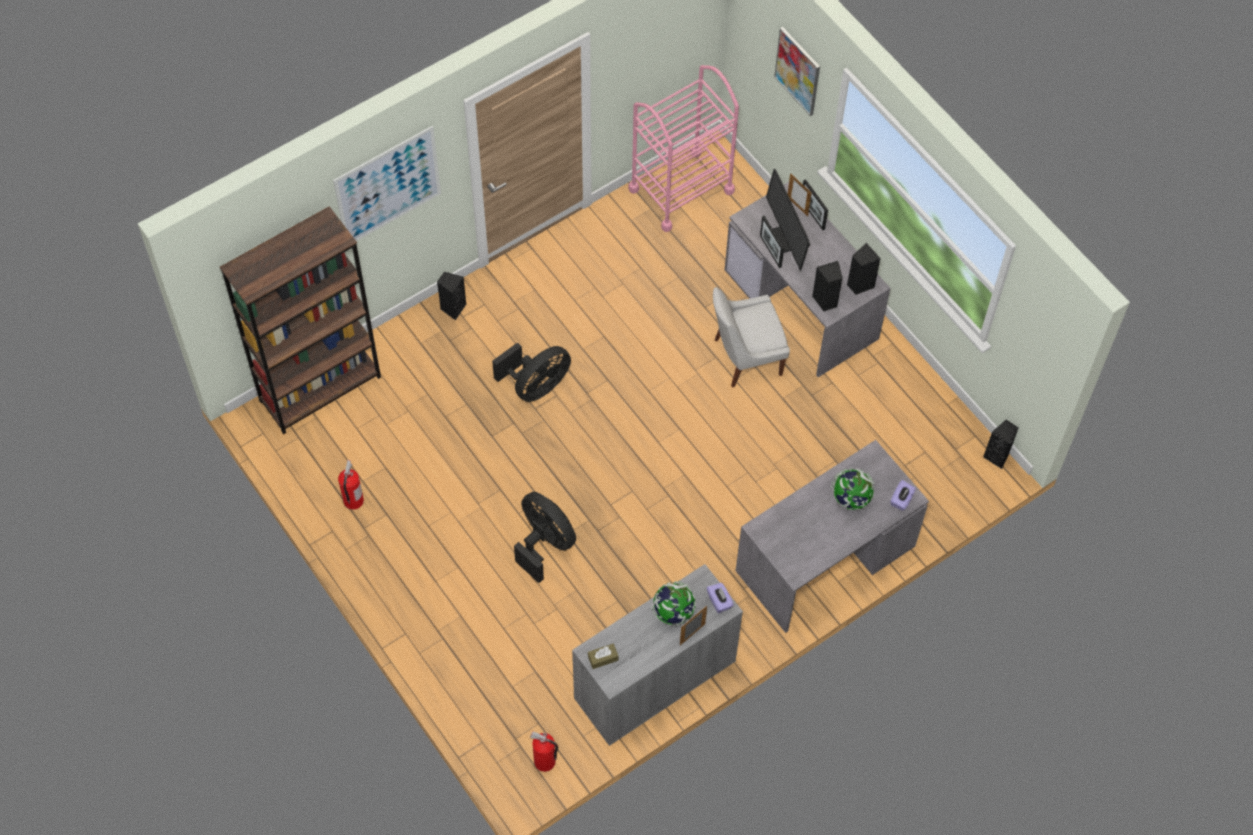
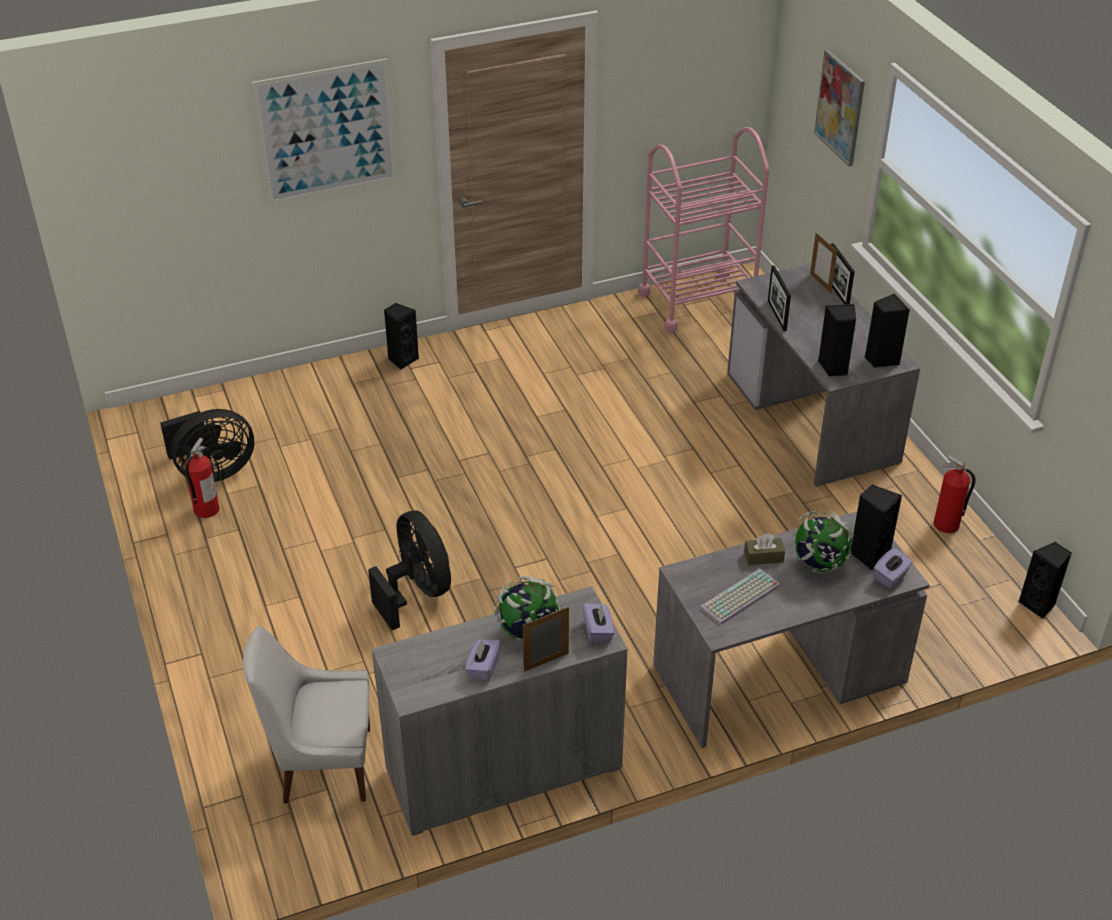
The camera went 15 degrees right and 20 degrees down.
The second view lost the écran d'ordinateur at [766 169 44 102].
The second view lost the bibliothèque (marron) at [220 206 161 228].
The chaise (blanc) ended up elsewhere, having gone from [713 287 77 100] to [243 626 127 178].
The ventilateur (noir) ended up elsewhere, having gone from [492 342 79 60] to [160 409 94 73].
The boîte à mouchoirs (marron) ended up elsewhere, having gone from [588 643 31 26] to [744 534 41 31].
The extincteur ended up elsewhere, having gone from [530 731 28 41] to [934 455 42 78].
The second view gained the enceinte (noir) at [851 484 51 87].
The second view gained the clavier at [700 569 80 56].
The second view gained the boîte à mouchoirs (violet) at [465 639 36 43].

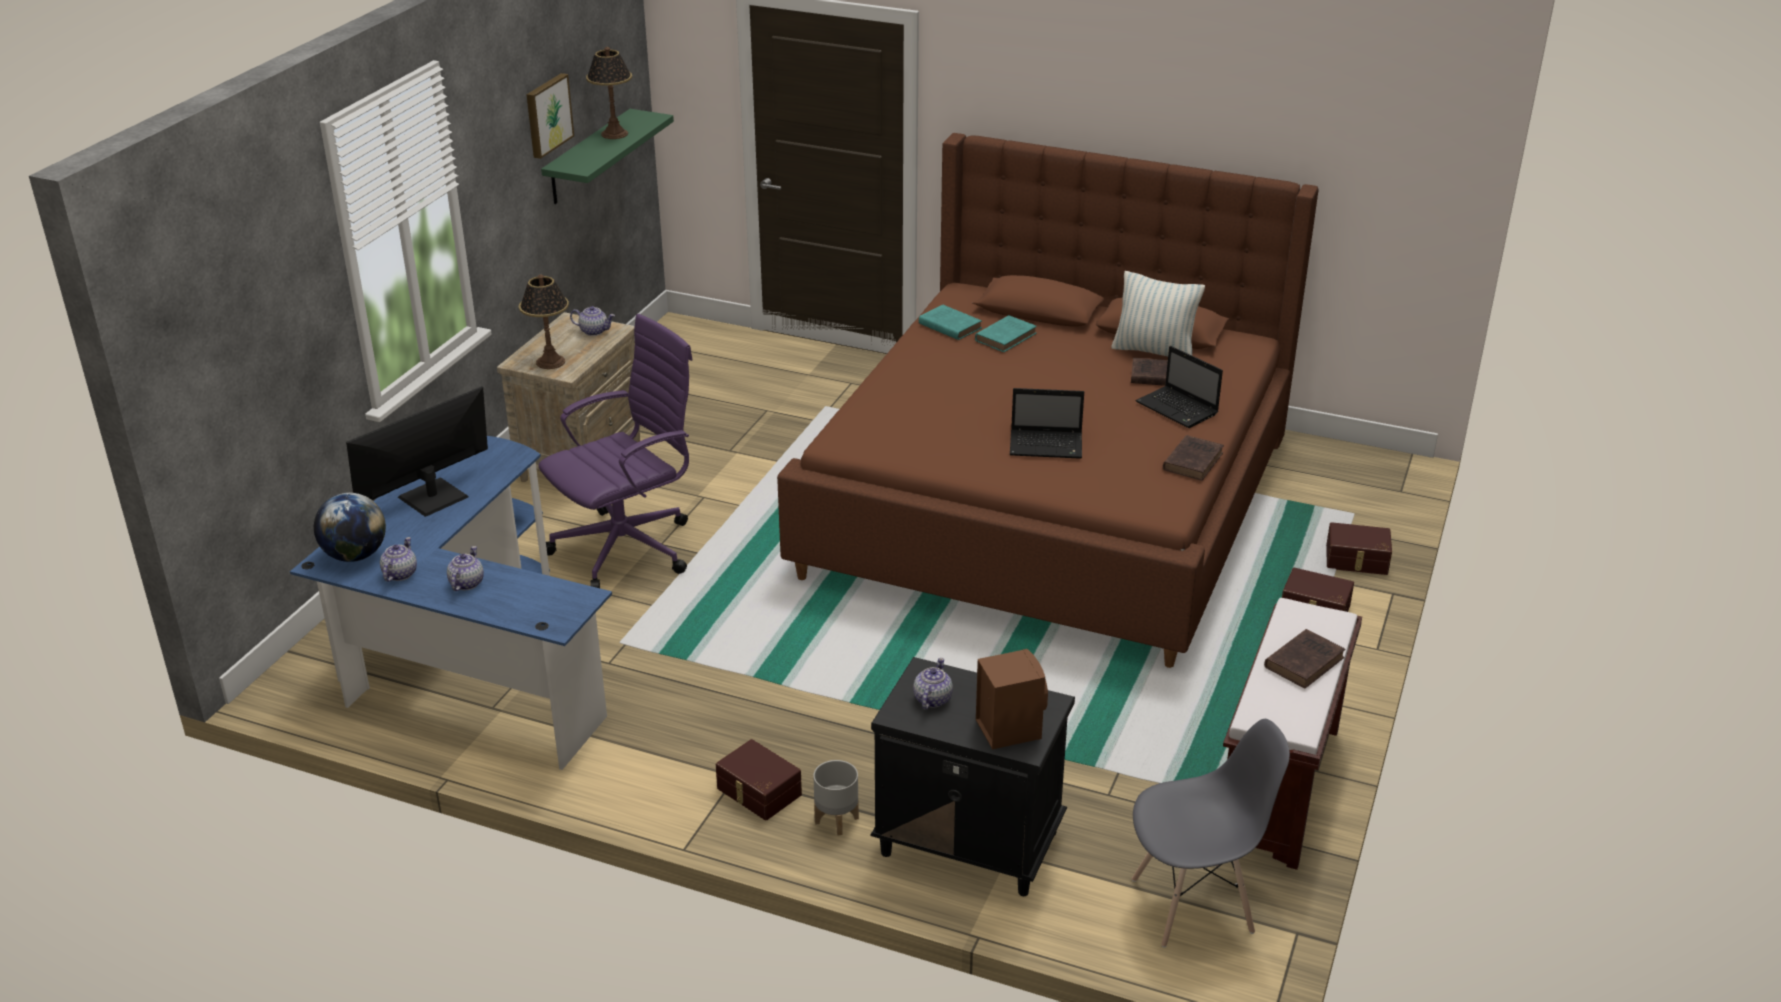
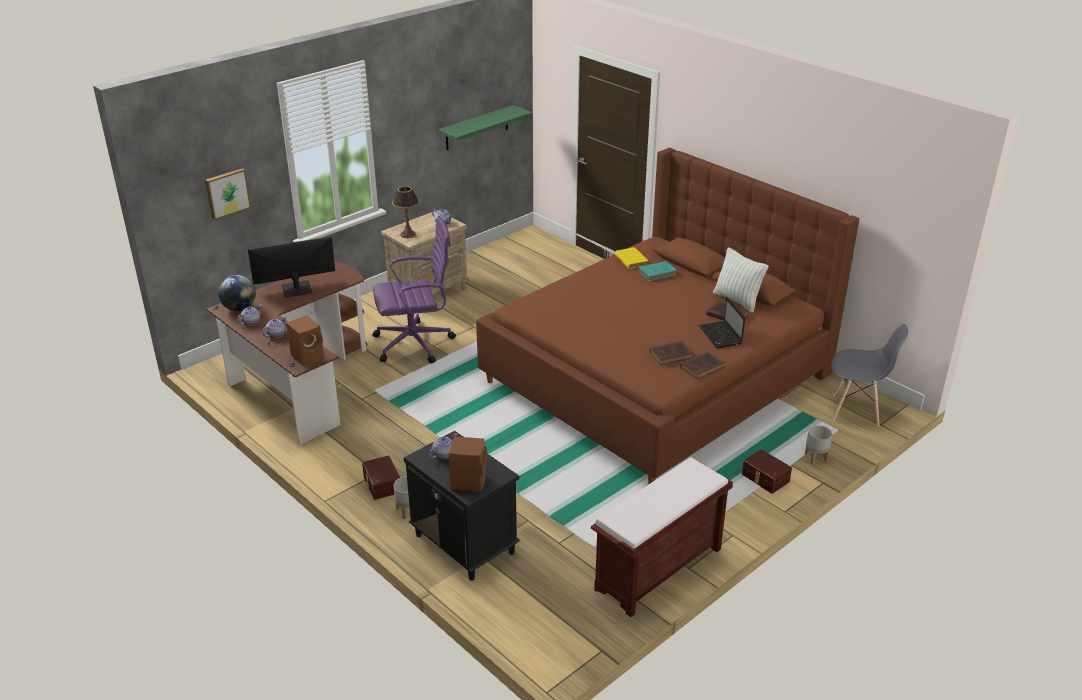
The camera went 25 degrees right and 0 degrees up.
The second view lost the lampe de table at [586 47 46 92].
The tableau ended up elsewhere, having gone from [526 73 48 86] to [205 168 46 52].
What was the livre (turquoise) at [919 305 63 35] turned into the livre (jaune) at [615 247 33 22].
The second view lost the ordinateur portable at [1010 388 74 71].
What was the bureau (bleu) at [290 436 322 334] turned into the bureau (marron) at [207 261 160 184].
Where the boîte de rangement (marron) stood at [1326 522 66 53], the cache-pot (gris) came to stand at [805 425 27 39].
The livre (marron) ended up elsewhere, having gone from [1264 629 82 59] to [649 341 44 24].
The chaise (gris) ended up elsewhere, having gone from [1132 719 158 229] to [831 324 77 103].
The second view gained the enceinte (marron) at [286 315 38 51].

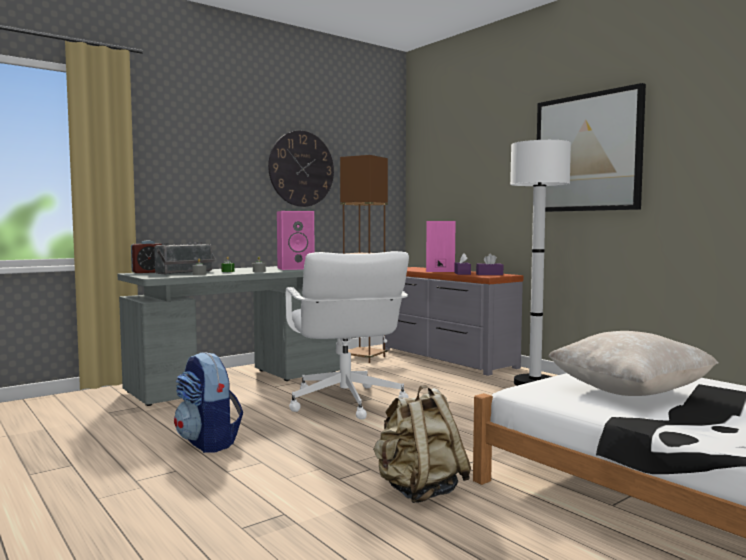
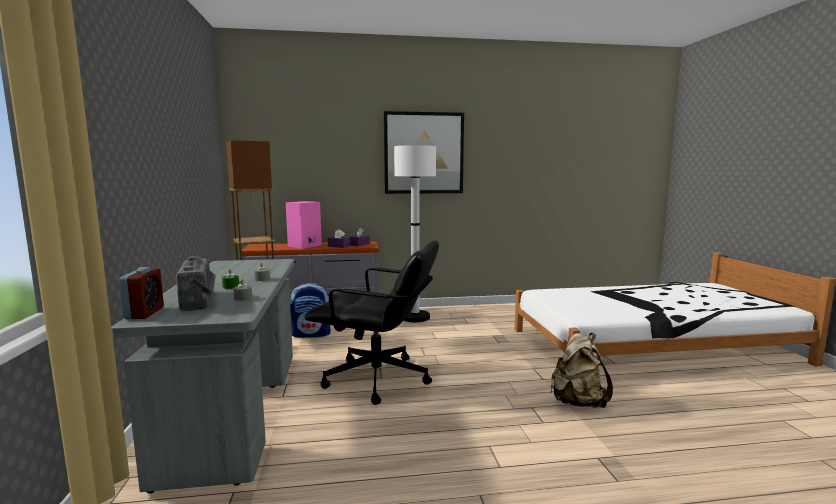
The camera went 60 degrees left and 5 degrees up.
The second view lost the horloge murale at [268 131 66 76].
The second view lost the enceinte (rose) at [277 211 38 59].
What was the chaise de bureau (blanc) at [286 251 123 168] turned into the chaise de bureau (noir) at [304 240 135 165].
The second view lost the coussin (beige) at [548 331 171 65].
The sac à dos ended up elsewhere, having gone from [174 352 69 101] to [290 283 41 55].

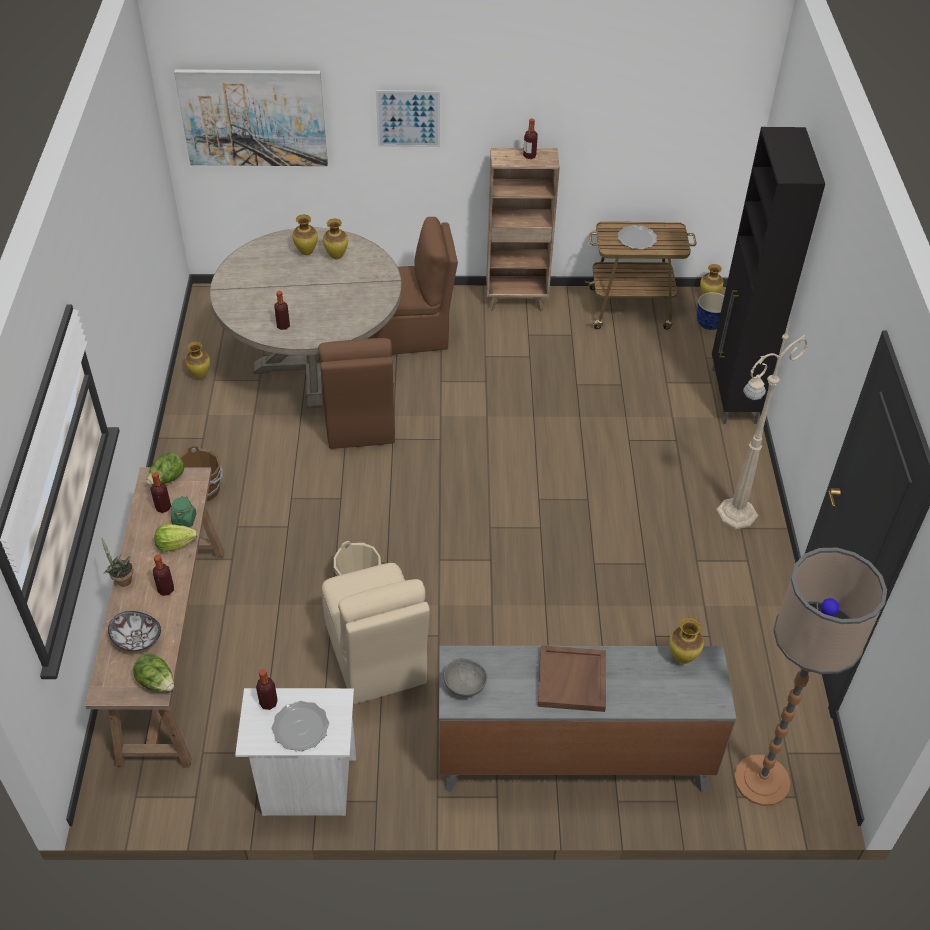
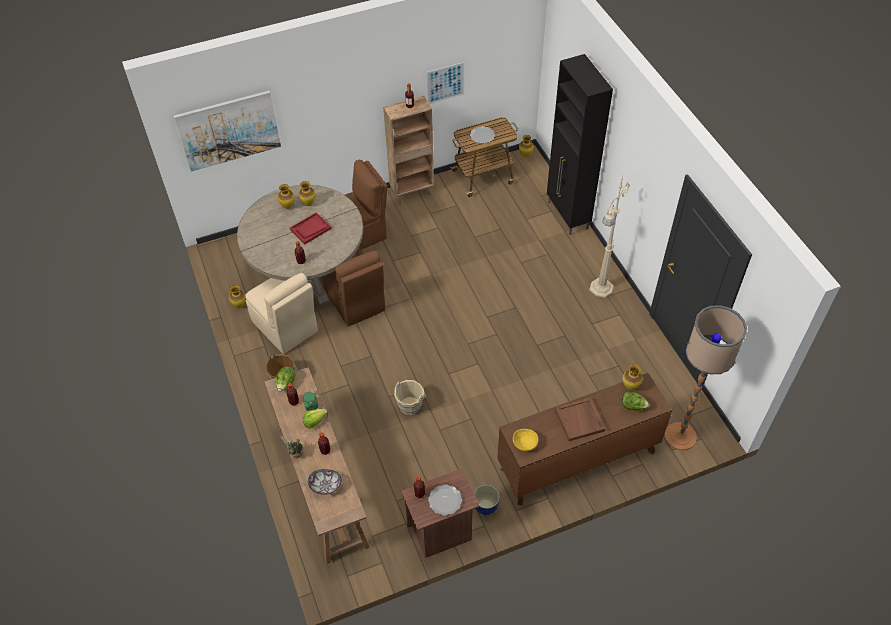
The camera went 20 degrees left and 5 degrees up.
The tableau ended up elsewhere, having gone from [376 90 64 57] to [426 62 38 42].
The cache-pot ended up elsewhere, having gone from [697 292 27 38] to [474 484 26 31].
The chaise (beige) ended up elsewhere, having gone from [322 563 108 141] to [245 273 73 81].
What was the commode (gris) at [439 646 297 147] turned into the commode (marron) at [497 373 175 132].
The laitue ended up elsewhere, having gone from [133 653 41 38] to [622 392 28 19].
What was the bol (gris) at [444 658 43 39] turned into the bol (jaune) at [513 429 25 22].
What was the table de chevet (blanc) at [235 688 121 128] turned into the table de chevet (marron) at [401 468 79 90].
The second view gained the plateau (rouge) at [290 212 42 32].

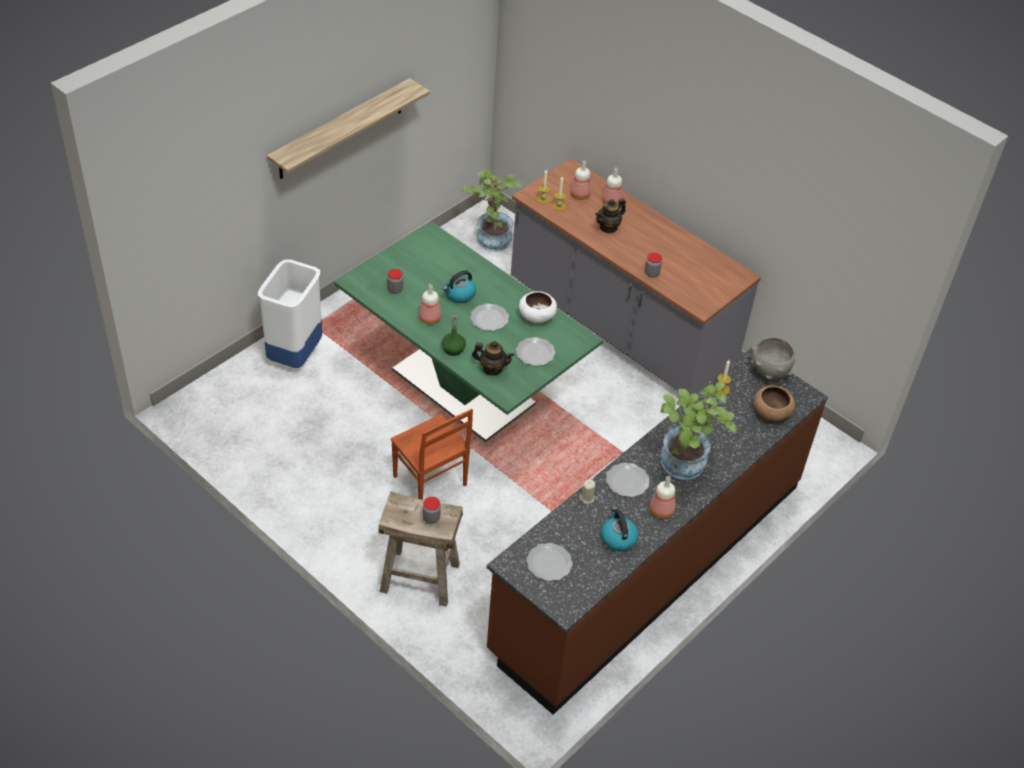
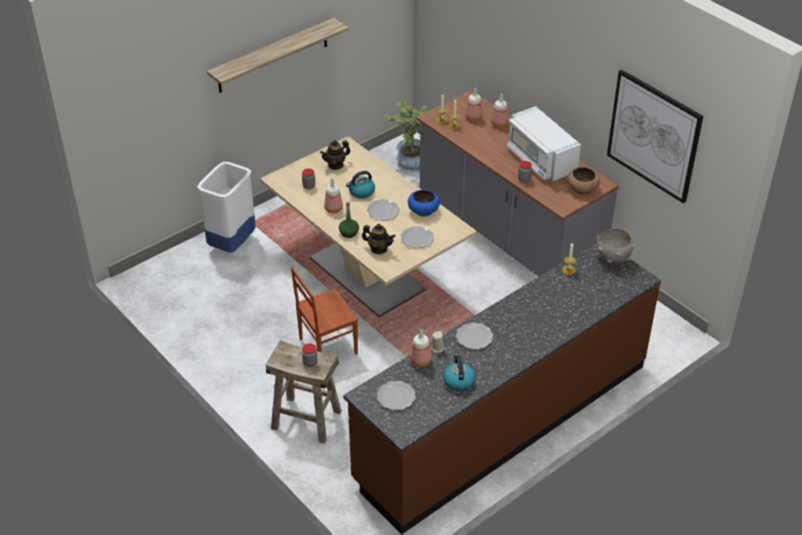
The camera went 10 degrees right and 5 degrees down.
The théière ended up elsewhere, having gone from [595 198 31 36] to [320 140 30 30].
What was the table à manger (vert) at [334 221 269 221] turned into the table à manger (beige) at [260 136 217 181].
What was the bol (blanc) at [519 291 38 33] turned into the bol (bleu) at [408 189 32 27].
The second view lost the plante en pot at [660 381 77 99].
The bol (marron) ended up elsewhere, having gone from [753 385 42 36] to [567 167 33 27].
The chaise (marron) at [391 409 82 91] ended up facing another way, 90 degrees clockwise from before.
The bouteille ended up elsewhere, having gone from [650 476 25 43] to [410 328 22 39].
The second view gained the tableau at [607 69 96 135].
The second view gained the micro-ondes (blanc) at [507 106 74 76].

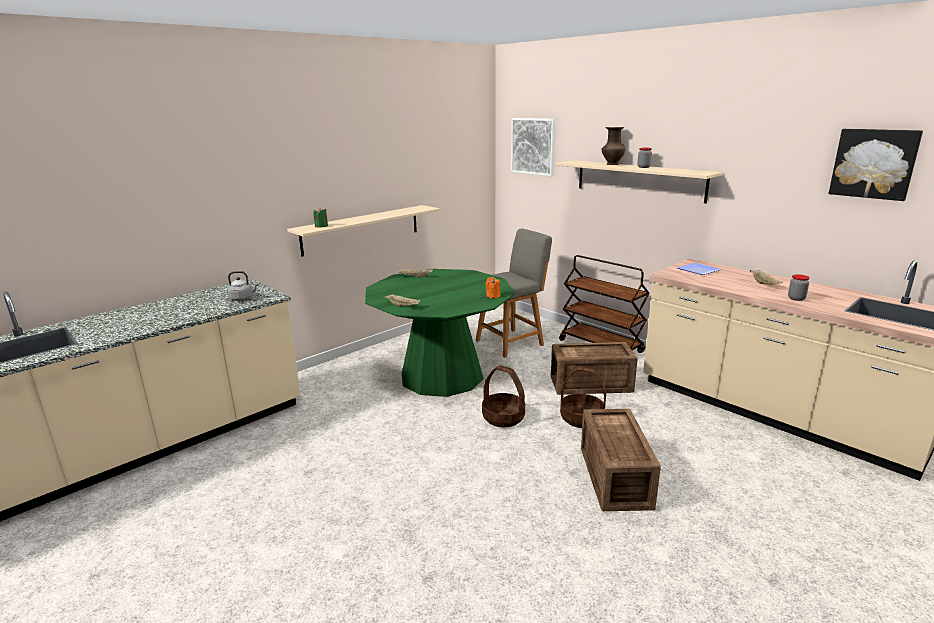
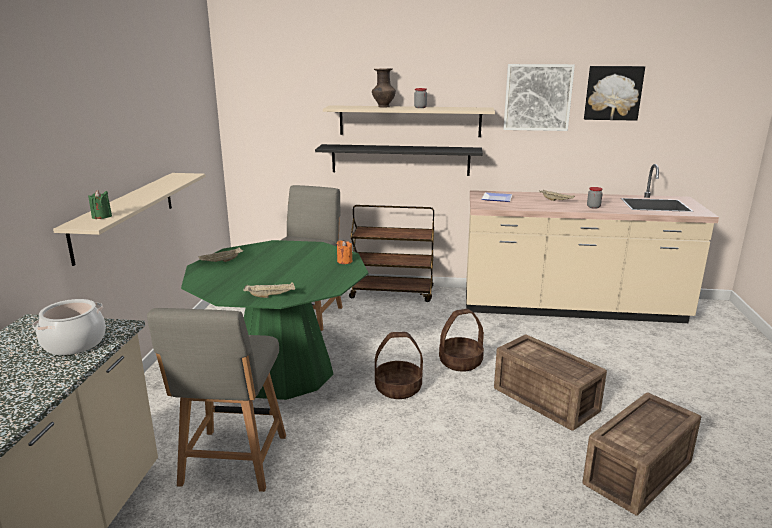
The camera went 40 degrees left and 0 degrees up.
The tableau ended up elsewhere, having gone from [511 118 45 58] to [503 64 72 67].
Where the bouilloire (gris) stood at [227 271 32 30], the marmite came to stand at [32 299 74 56].
The caisse ended up elsewhere, having gone from [551 342 87 53] to [582 392 119 124].
The second view gained the étagère (noir) at [315 144 168 32].
The second view gained the chaise (gris) at [147 308 139 184].

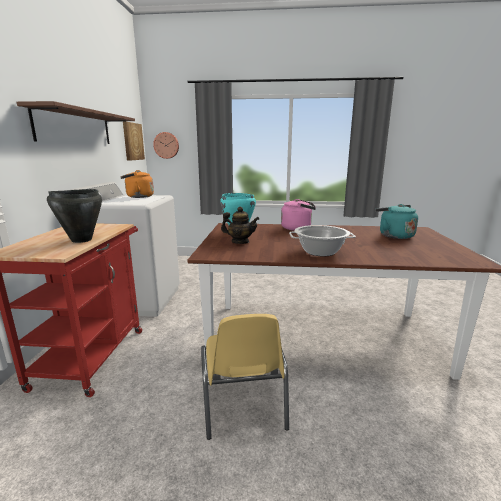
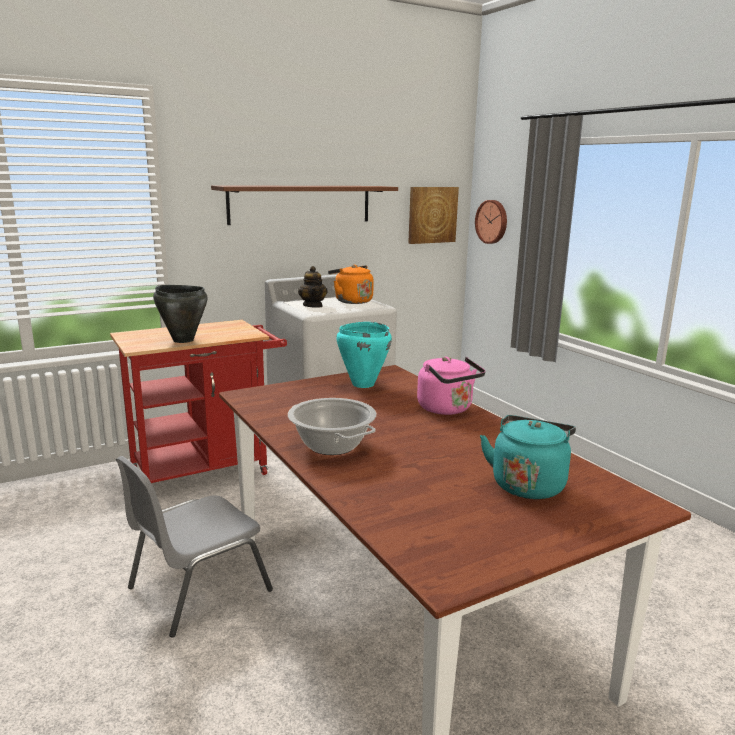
The camera went 55 degrees right and 0 degrees up.
The théière ended up elsewhere, having gone from [221 207 38 37] to [298 266 30 42].
What was the chaise (jaune) at [201 314 88 126] turned into the chaise (gris) at [116 456 157 181].

